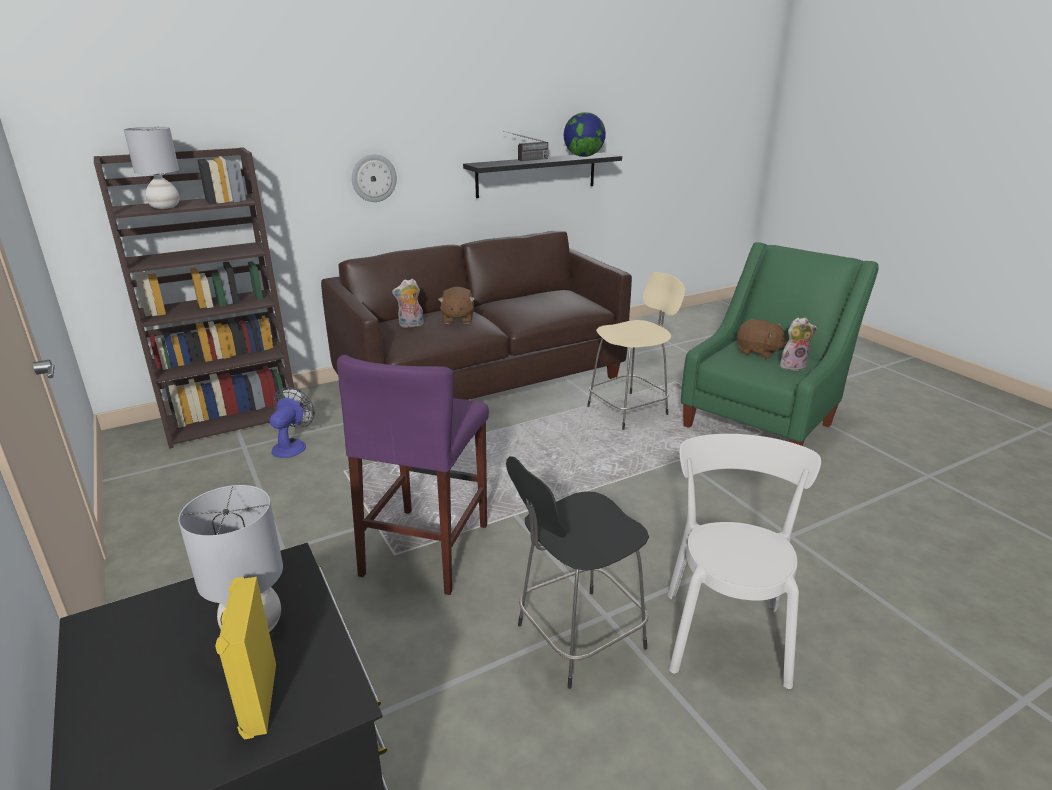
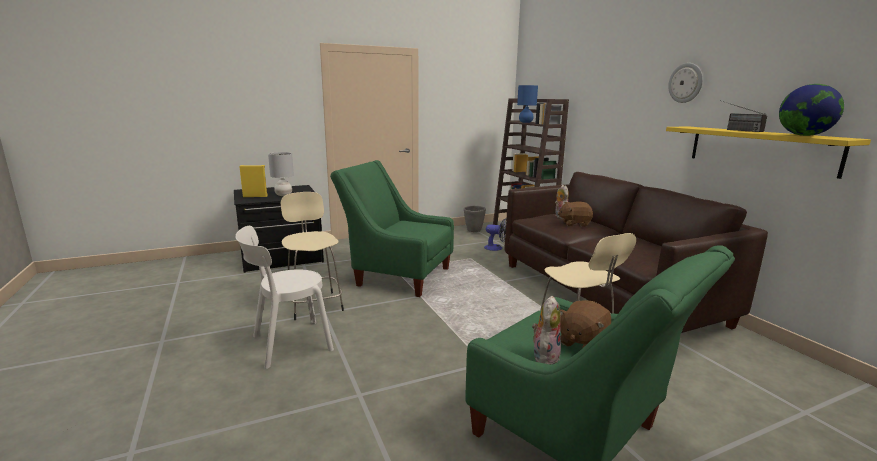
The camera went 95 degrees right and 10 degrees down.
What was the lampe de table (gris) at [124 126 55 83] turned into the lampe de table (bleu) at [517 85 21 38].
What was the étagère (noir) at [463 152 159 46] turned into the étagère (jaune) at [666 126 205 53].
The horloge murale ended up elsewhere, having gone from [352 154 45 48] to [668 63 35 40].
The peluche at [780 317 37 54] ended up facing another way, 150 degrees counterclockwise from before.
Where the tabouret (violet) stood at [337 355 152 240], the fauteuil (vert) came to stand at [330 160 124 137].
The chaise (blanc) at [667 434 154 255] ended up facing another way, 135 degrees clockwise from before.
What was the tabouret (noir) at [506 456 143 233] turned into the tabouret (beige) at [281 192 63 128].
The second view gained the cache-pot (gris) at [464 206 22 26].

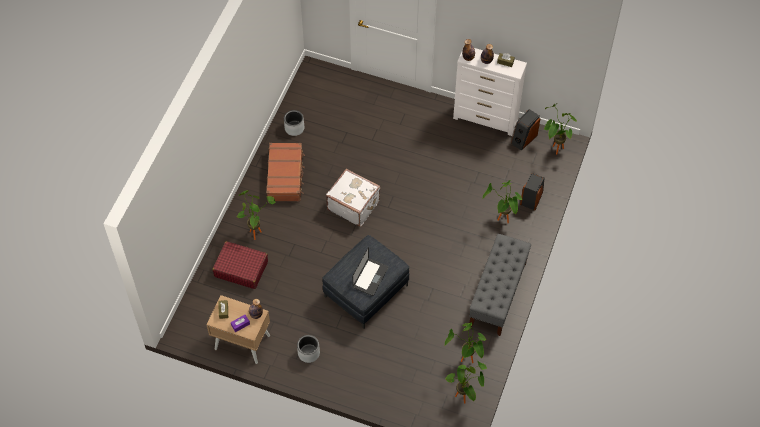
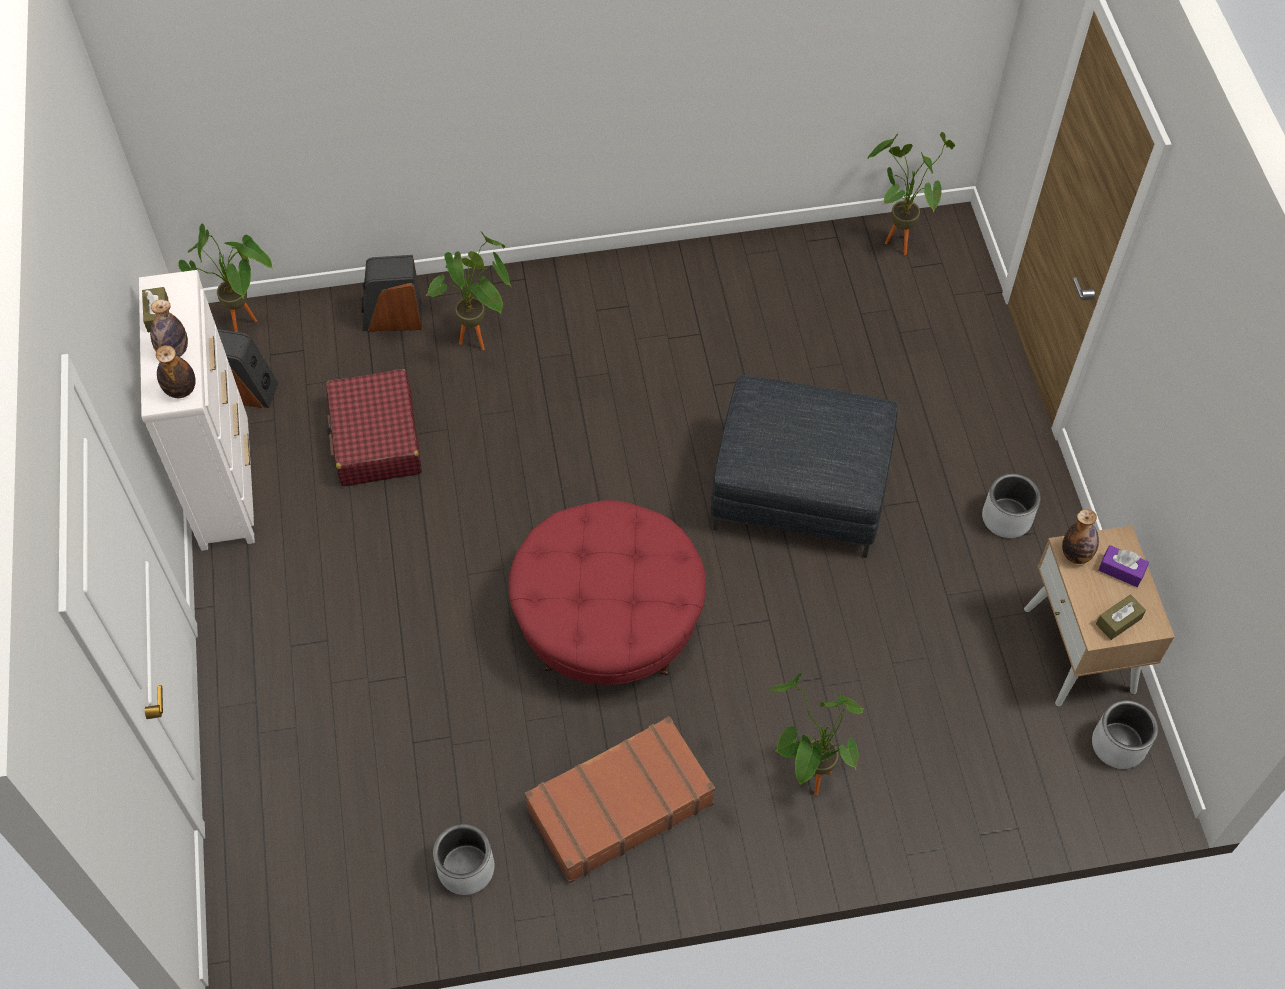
The camera went 120 degrees left and 0 degrees up.
Where the valise (blanc) stood at [326 168 55 59], the pouf (rouge) came to stand at [509 500 197 185].
The second view lost the banc (gris) at [469 234 62 102].
The valise (rouge) ended up elsewhere, having gone from [212 241 56 48] to [326 369 96 118].
The second view lost the ordinateur portable at [352 247 37 49].
The second view lost the plante en pot at [445 322 41 41].
The second view gained the cache-pot (gris) at [1092 700 66 69].

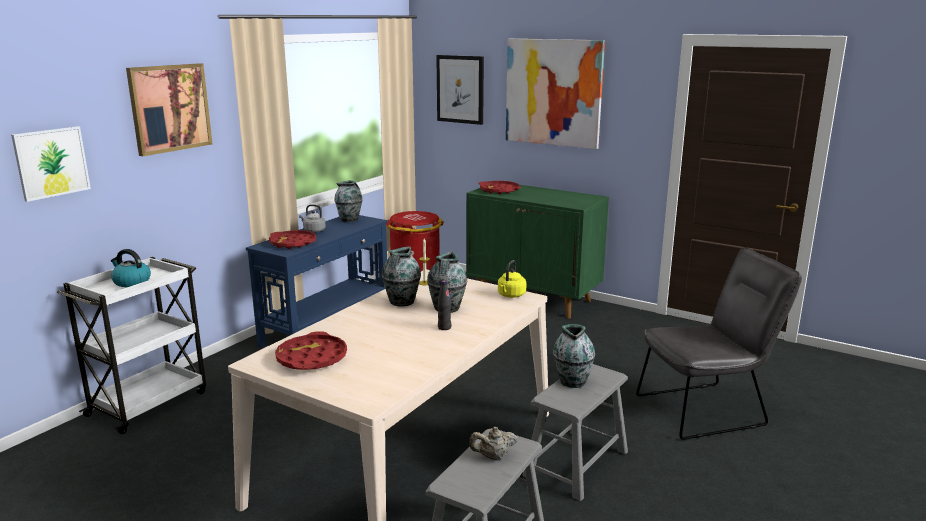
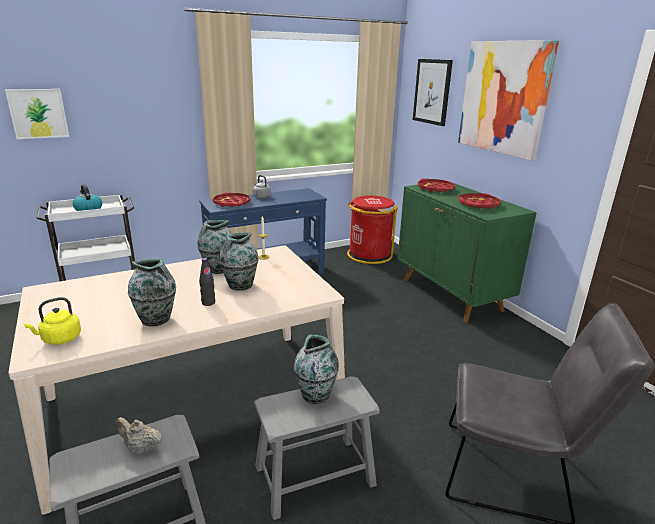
The camera went 30 degrees right and 5 degrees up.
The second view lost the tableau at [126 63 86 93].
The vase ended up elsewhere, having gone from [334 180 29 42] to [128 258 48 69].
The bouilloire (jaune) ended up elsewhere, having gone from [498 260 29 38] to [24 297 57 48].
The plateau (rouge) ended up elsewhere, having gone from [275 331 72 39] to [458 193 43 16].

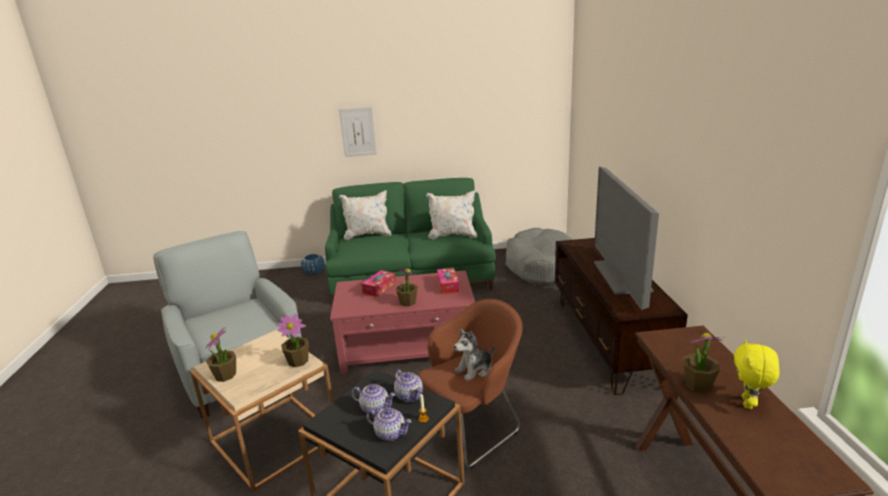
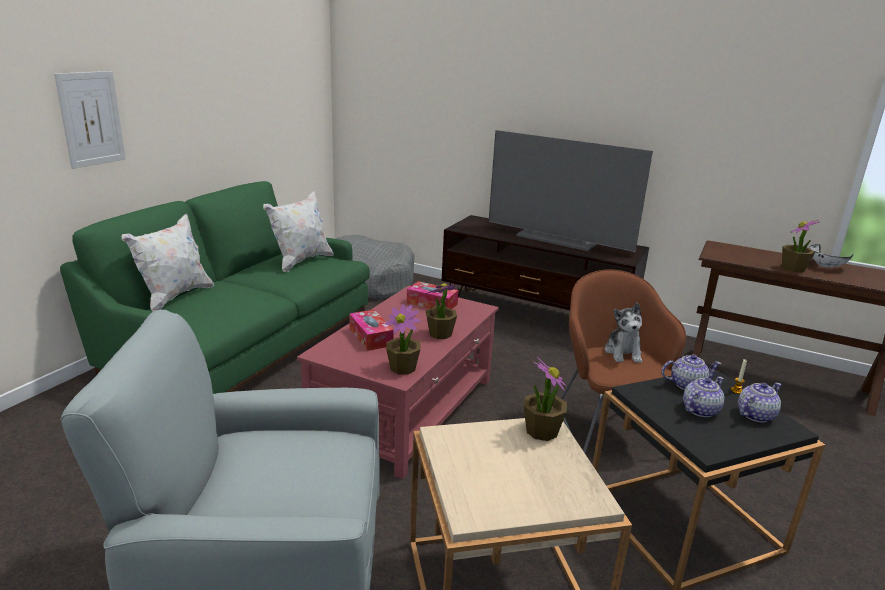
The camera went 60 degrees left and 0 degrees up.
The second view lost the cache-pot (bleu) at [301 254 23 20].
The plante en pot ended up elsewhere, having gone from [206 327 30 55] to [385 304 36 71].
Where the peluche (jaune) stood at [734 339 45 70], the bol (blanc) came to stand at [810 244 43 23].

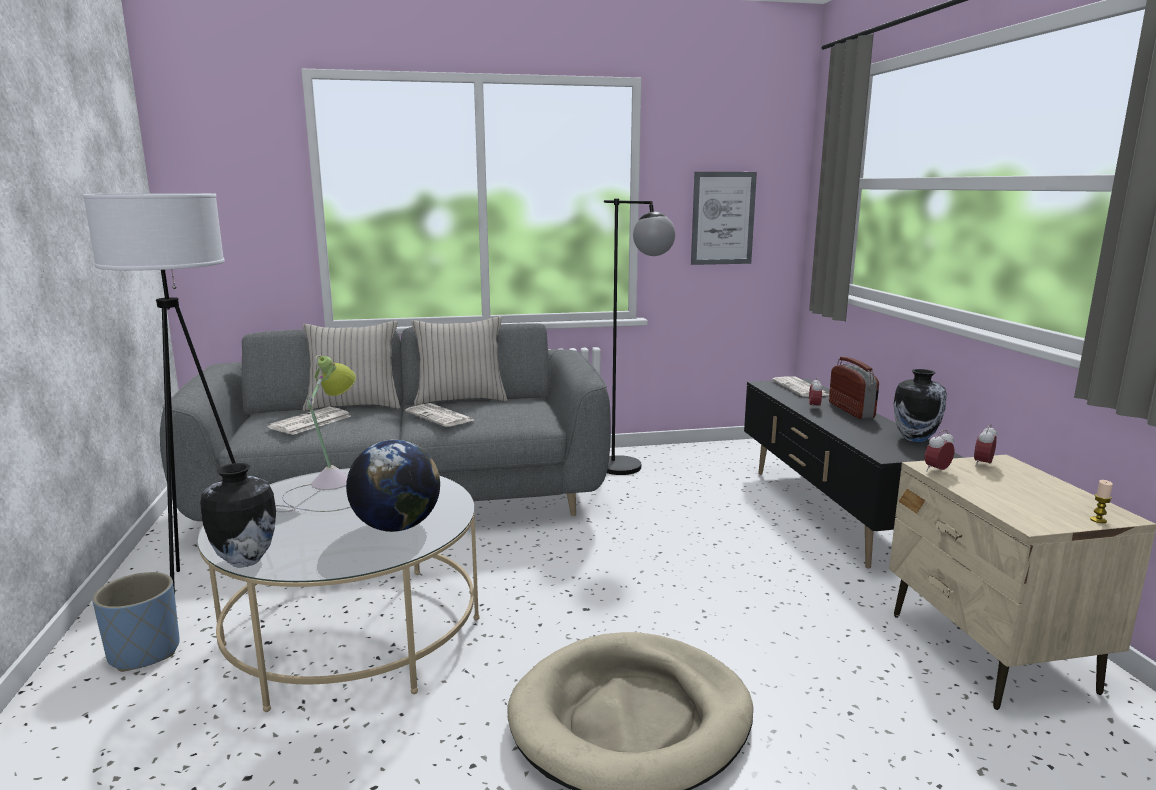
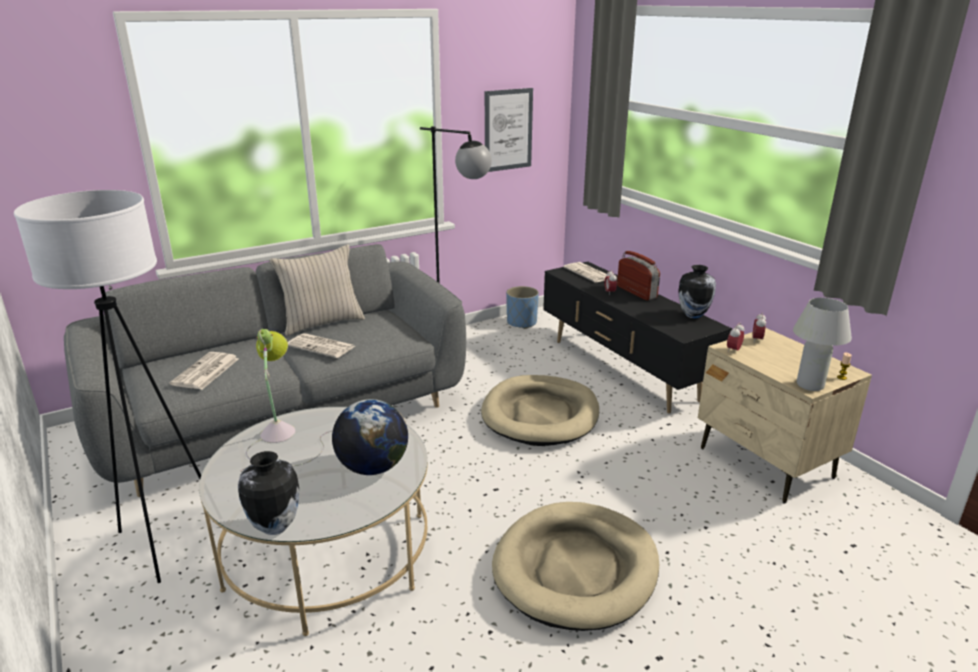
The camera went 20 degrees left and 10 degrees up.
The second view lost the coussin (beige) at [303 321 97 90].
The cache-pot (bleu) ended up elsewhere, having gone from [92 572 88 100] to [506 286 33 43].
The second view gained the lampe de table (blanc) at [793 298 59 93].
The second view gained the panier pour chien (beige) at [481 375 118 71].

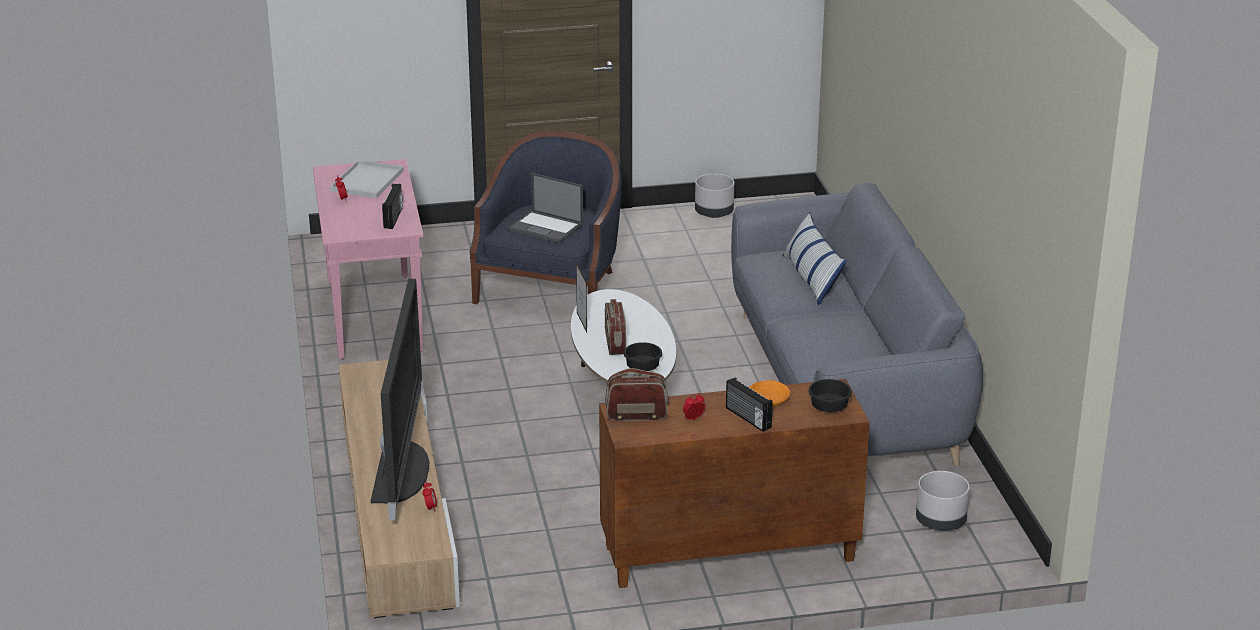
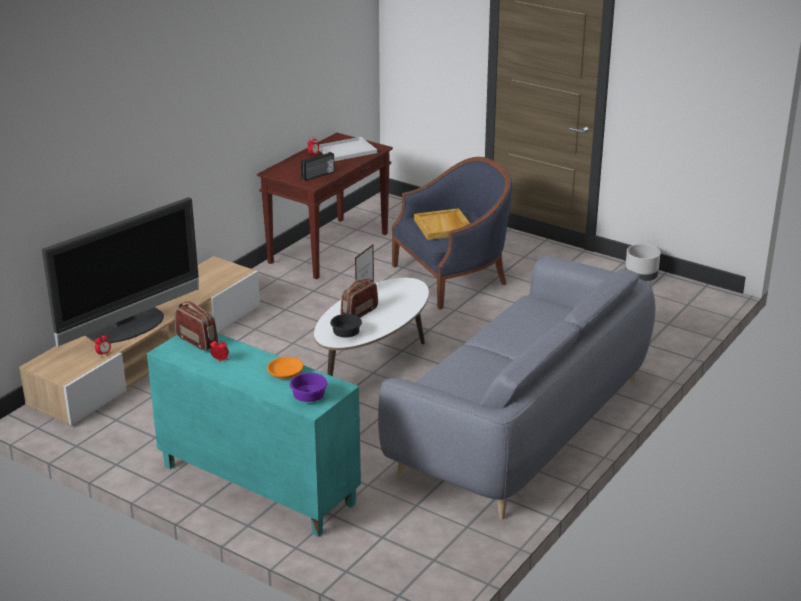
The camera went 45 degrees right and 0 degrees up.
What was the table console (rose) at [313 159 111 200] turned into the table console (marron) at [257 133 136 146].
Where the ordinateur portable stood at [508 173 75 71], the plateau (beige) came to stand at [414 208 56 32].
The second view lost the coussin at [783 212 64 93].
The second view lost the radio at [726 377 47 55].
What was the meuble de rangement (marron) at [599 379 271 209] turned into the meuble de rangement (turquoise) at [147 333 214 204].
What was the bol (noir) at [808 379 44 33] turned into the bol (violet) at [290 373 38 29].
The second view lost the cache-pot (gris) at [916 471 54 60].

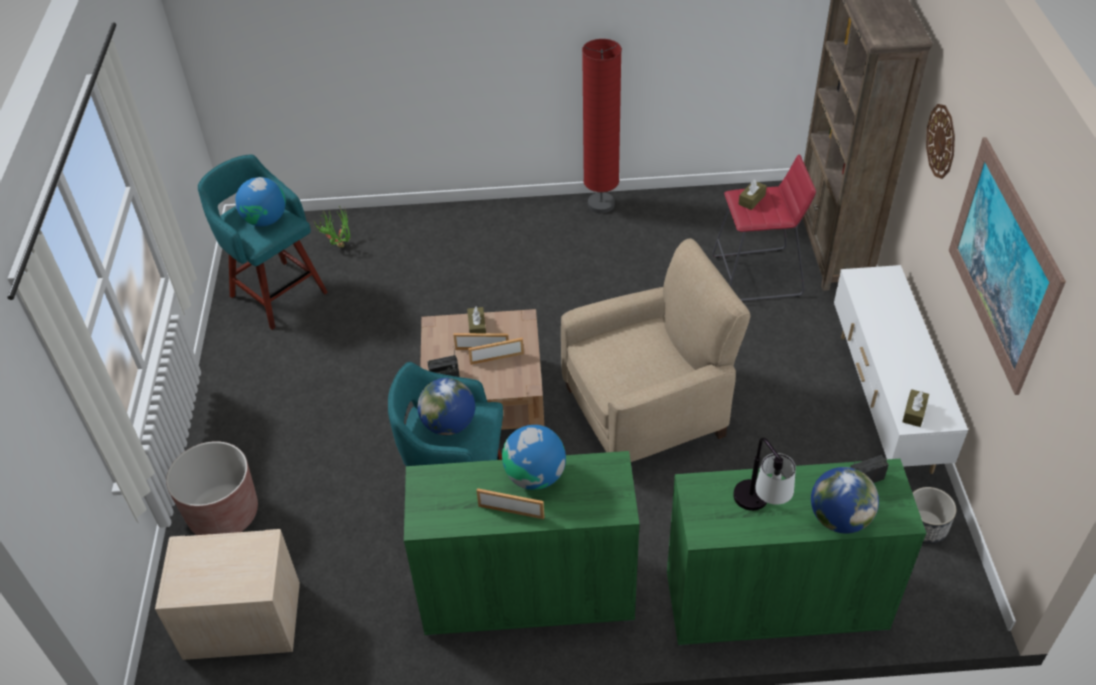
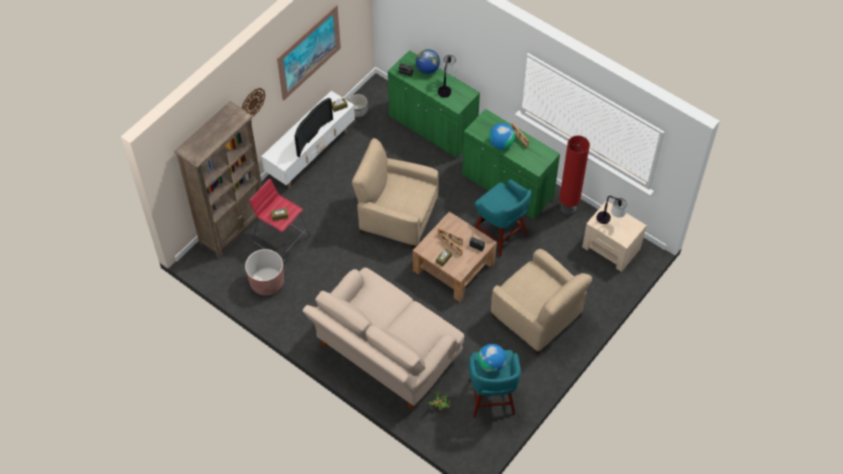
The camera went 140 degrees left and 10 degrees up.
The lampadaire (rouge) ended up elsewhere, having gone from [582 39 40 174] to [559 136 31 79].
The second view lost the globe at [417 378 58 57].
The cache-pot (marron) ended up elsewhere, having gone from [166 441 92 94] to [245 249 39 47].
The second view gained the téléviseur at [294 98 39 60].
The second view gained the lampe de table at [597 196 30 28].
The second view gained the fauteuil (beige) at [491 249 101 106].
The second view gained the canapé (beige) at [302 268 162 142].

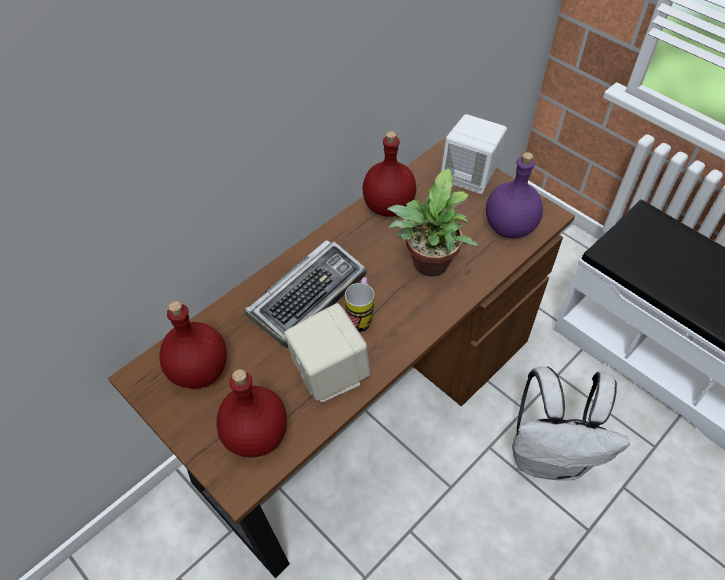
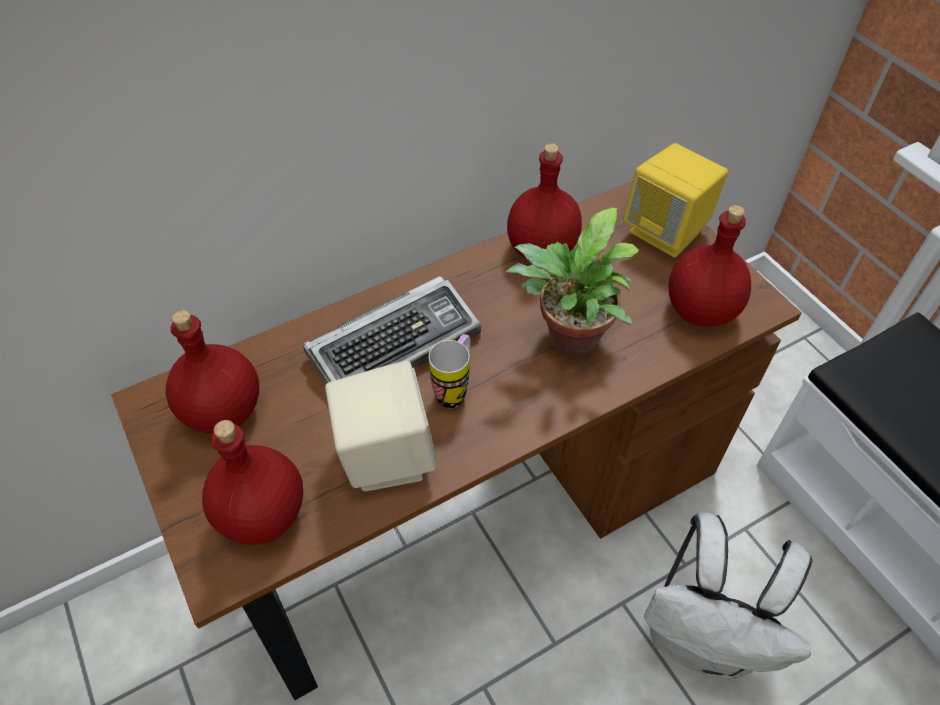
The camera went 15 degrees right and 0 degrees up.
What was the enceinte (blanc) at [441 114 66 80] turned into the enceinte (jaune) at [623 143 105 115].
What was the bouteille (violet) at [486 152 57 86] turned into the bouteille (rouge) at [669 205 82 122].

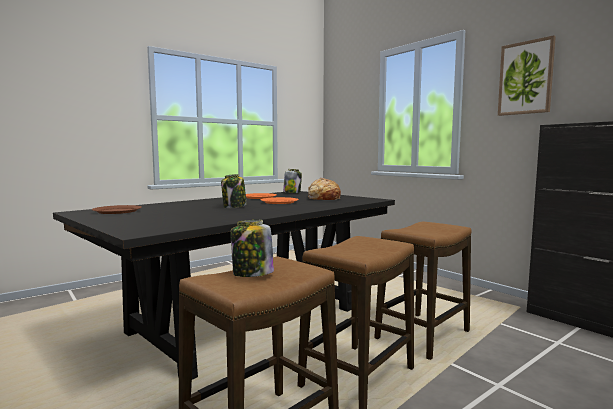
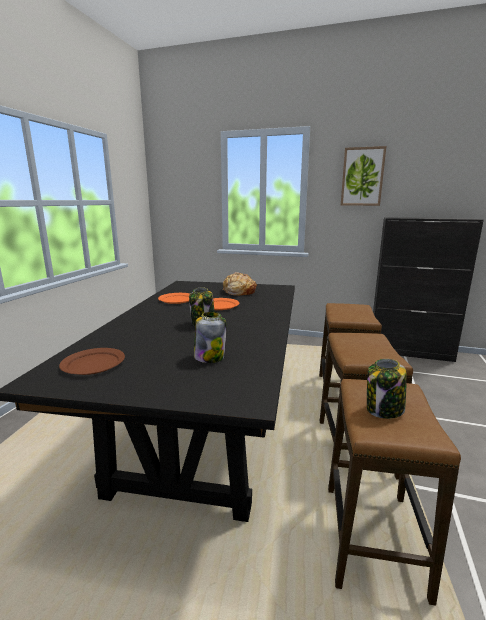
The camera went 35 degrees left and 10 degrees up.
The bocal ended up elsewhere, having gone from [283 169 19 24] to [194 312 32 51].

